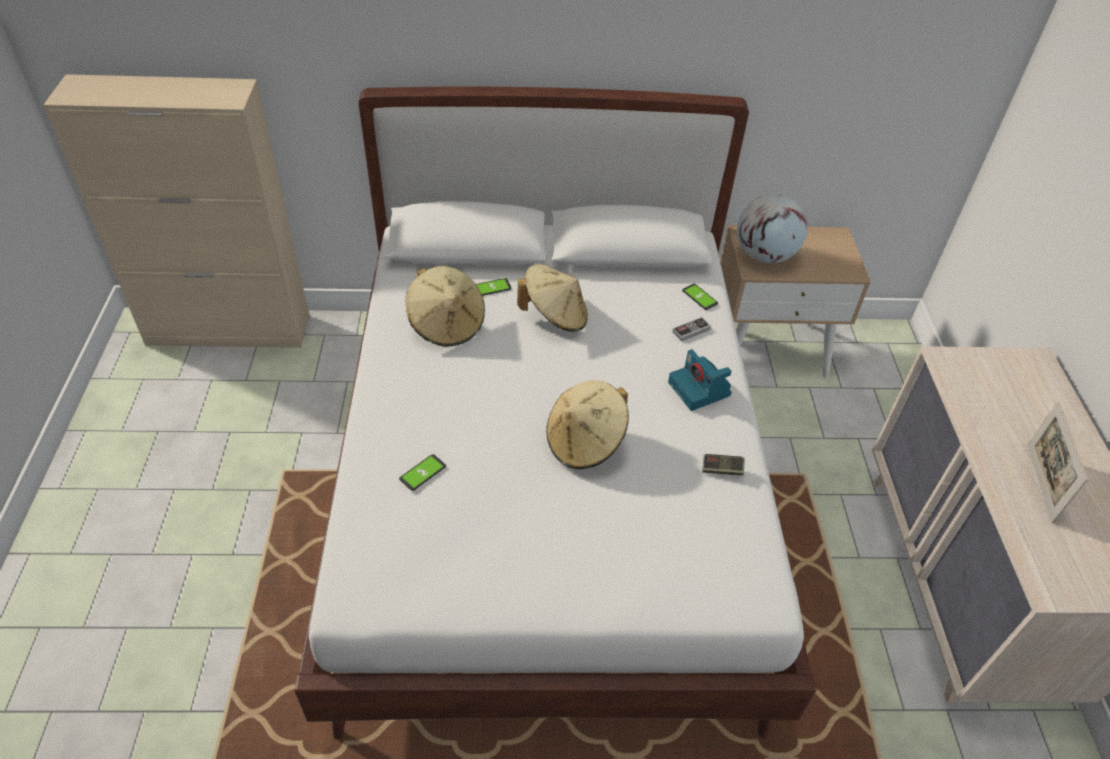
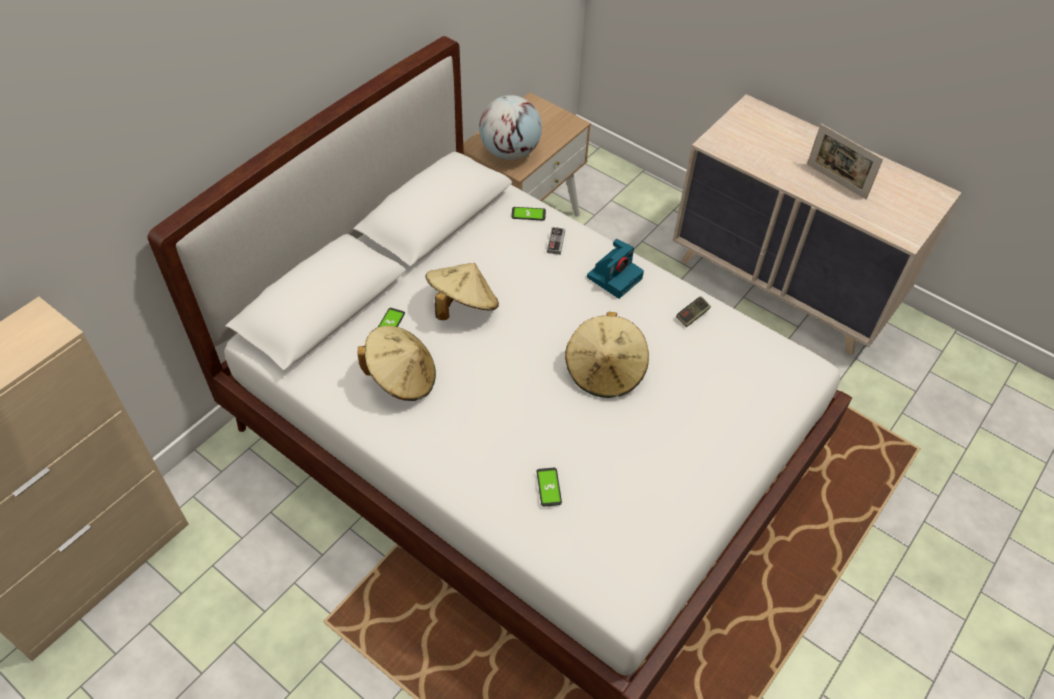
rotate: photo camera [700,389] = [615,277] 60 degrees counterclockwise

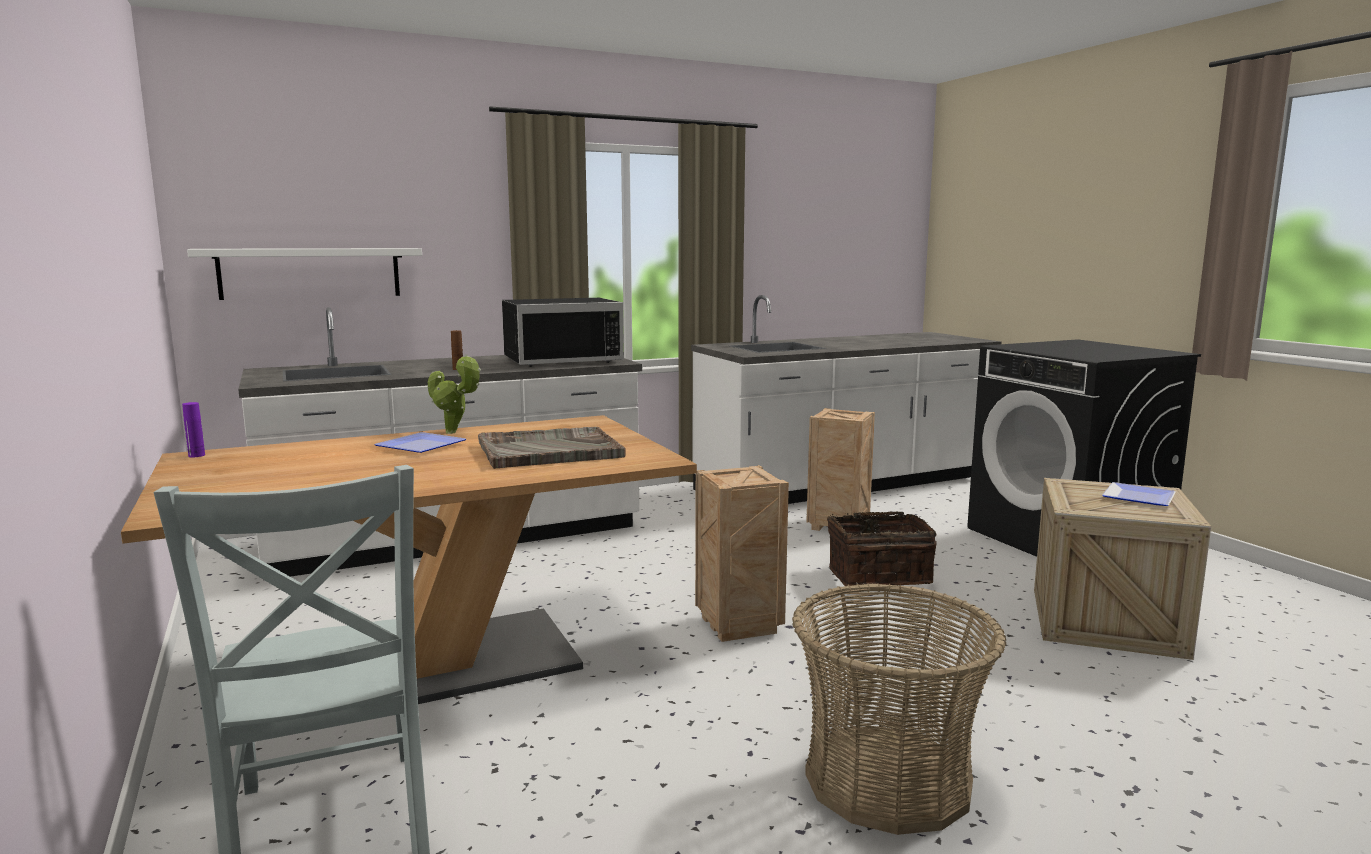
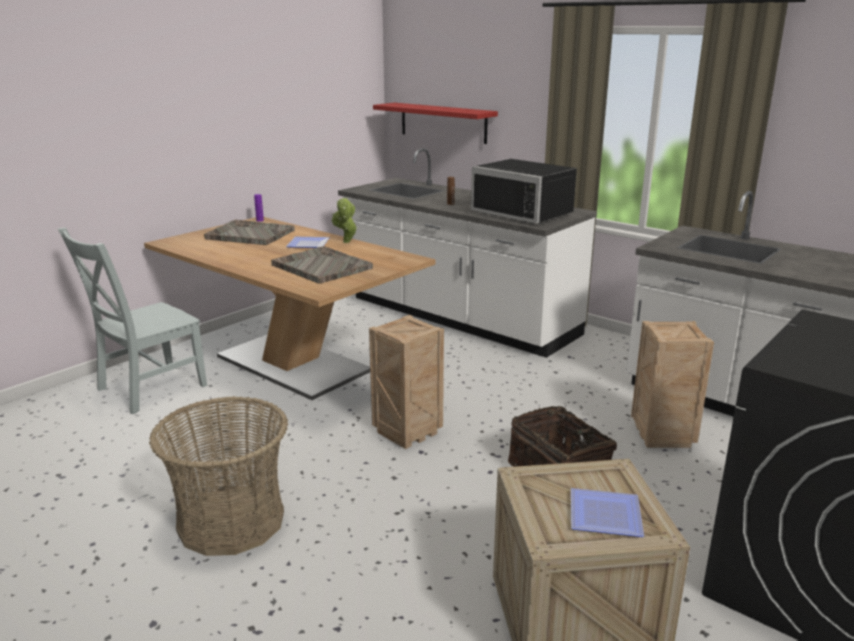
insert: grey tray [249,234]
recolor: white shelf [310,273] to red shelf [443,122]

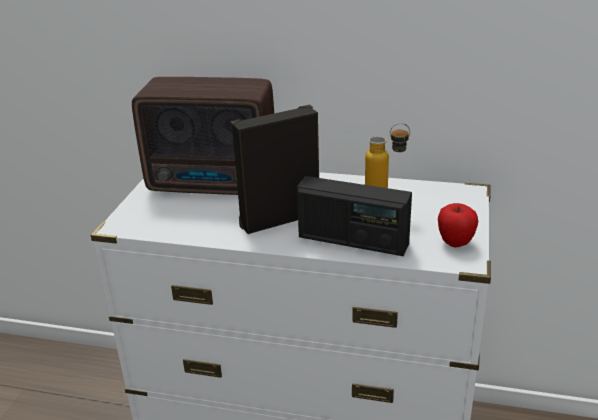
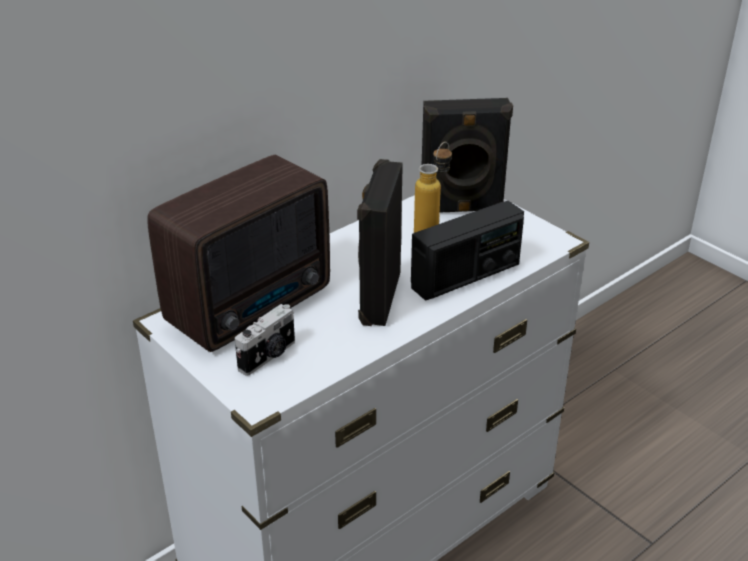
delete: apple [455,243]
insert: photo camera [269,356]; black speaker [461,209]

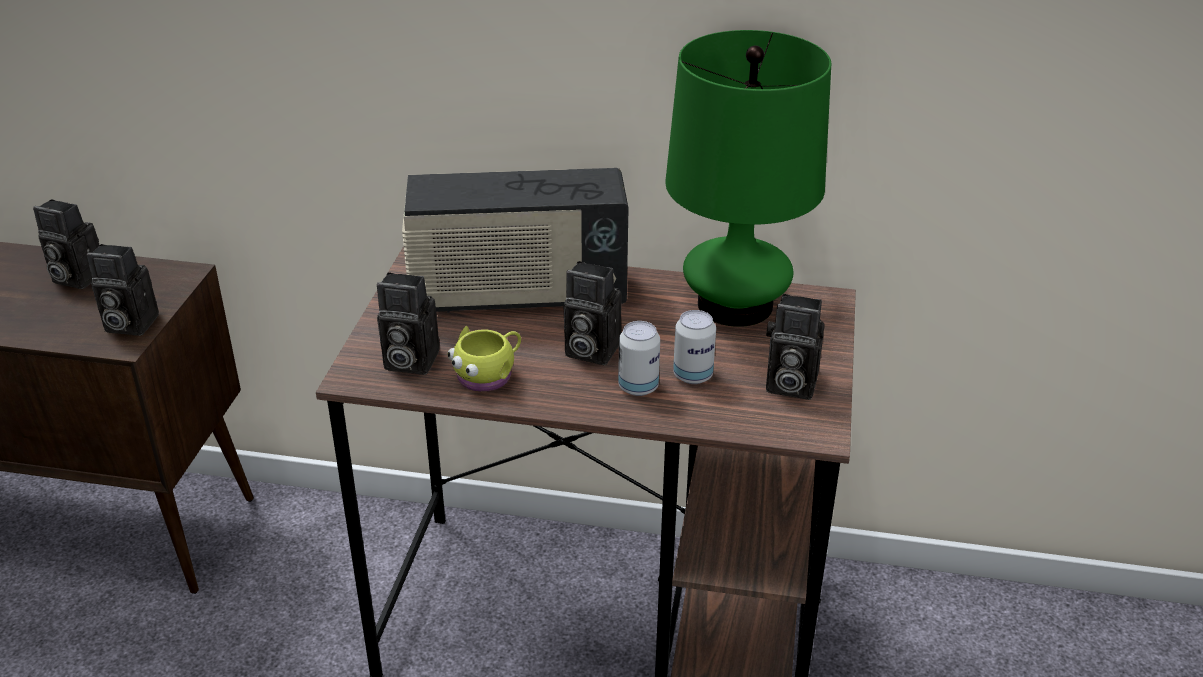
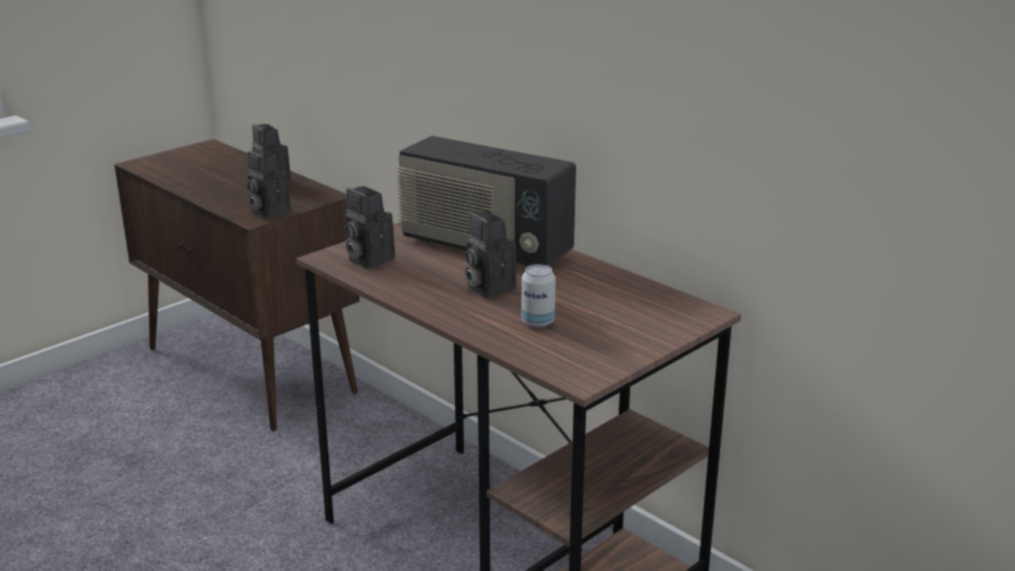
delete: yellow mug [488,375]; can [638,387]; green table lamp [735,305]; photo camera [788,384]

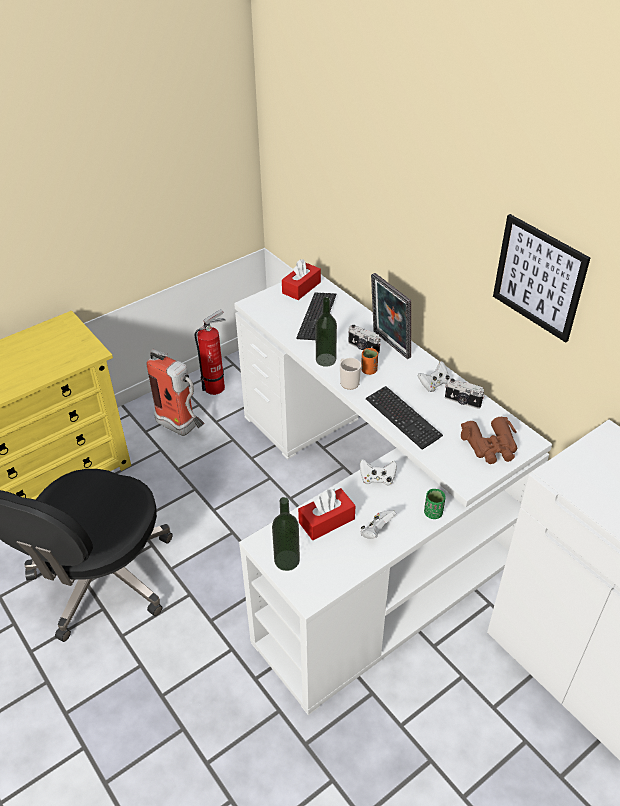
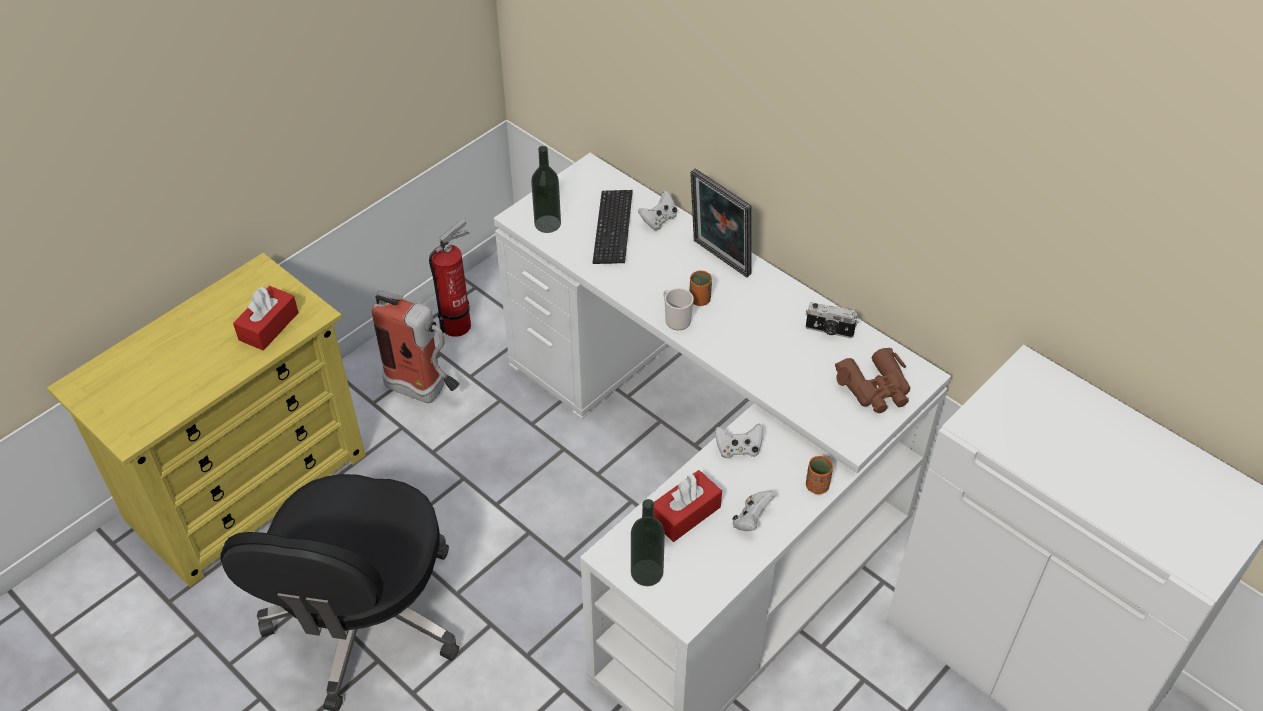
delete: photo camera [363,348]; keyboard [403,418]; picture [539,277]
move: red tissue box [301,287] to [268,326]; bottle [326,360] to [547,224]; white game controller [433,384] to [659,220]
recolor: green cup [433,513] to orange cup [817,486]

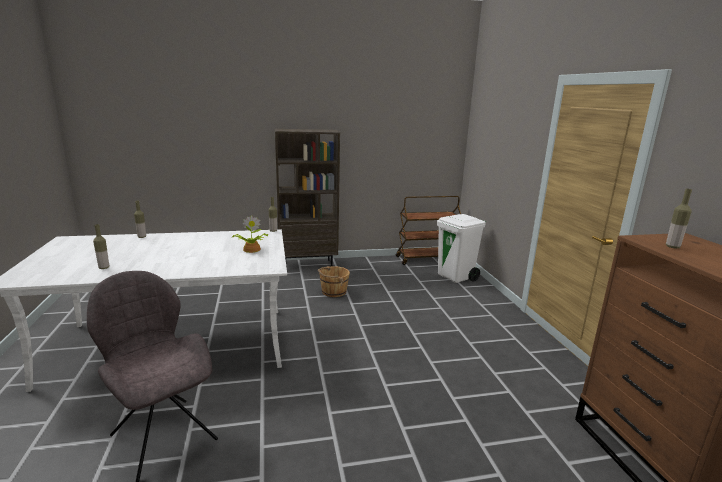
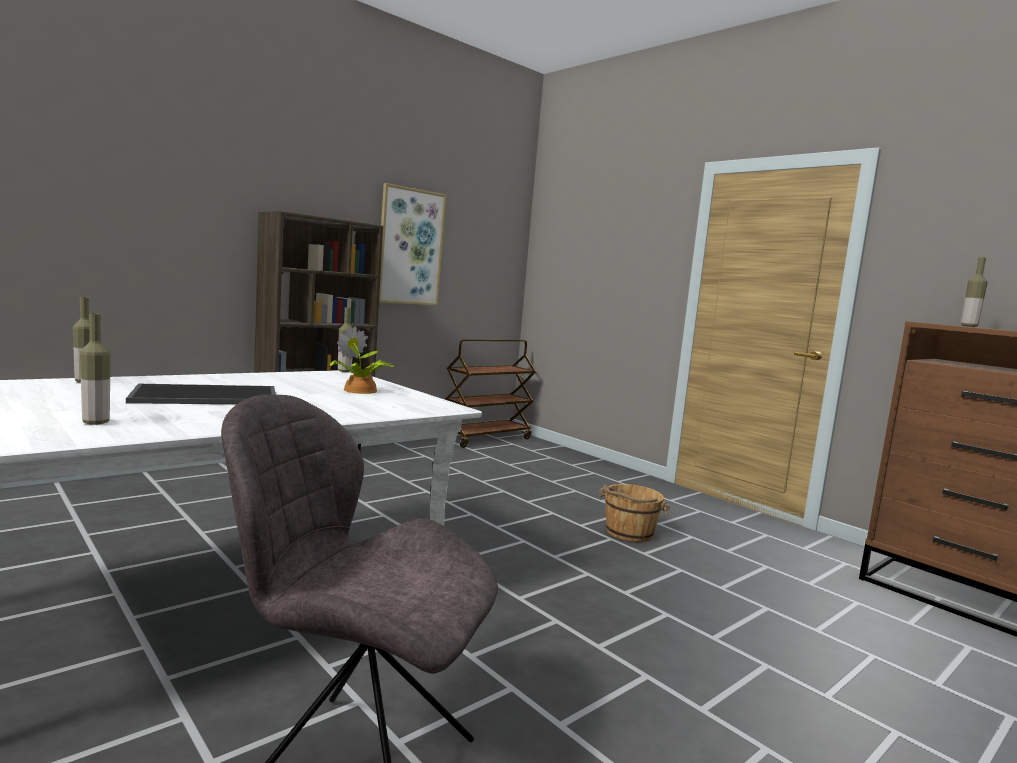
delete: white trash can [456,277]
insert: tray [204,396]; picture [410,247]
move: brown bucket [333,292] to [629,533]

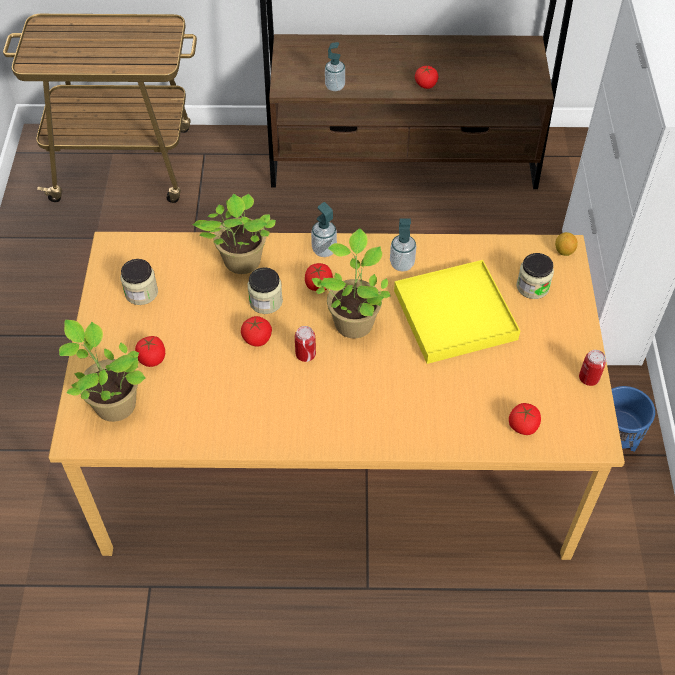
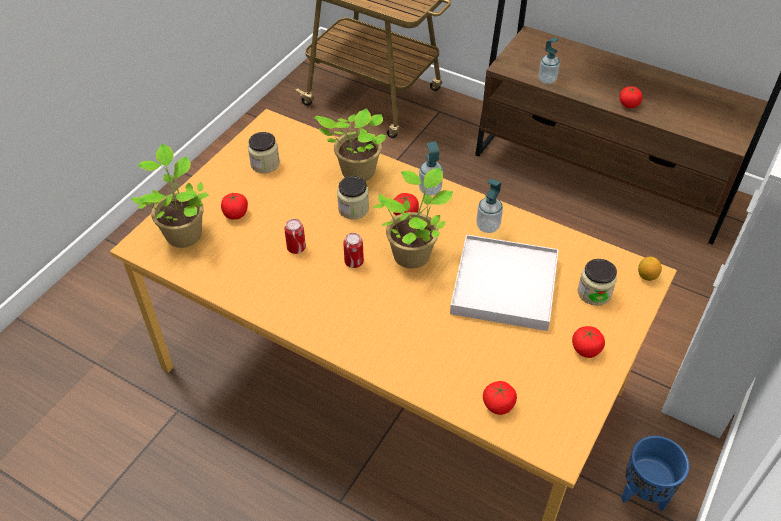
move: can [588,378] to [296,248]; tomato [257,338] to [586,349]
recolor: yellow tray [455,315] to white tray [504,286]

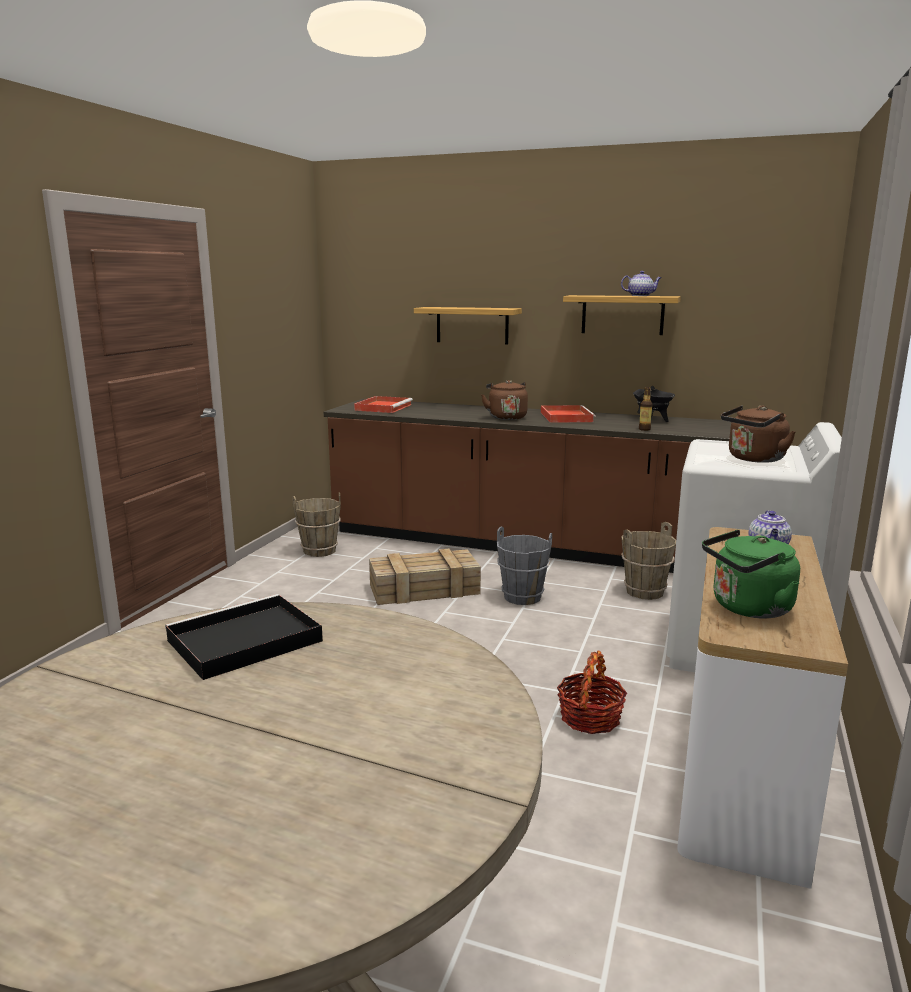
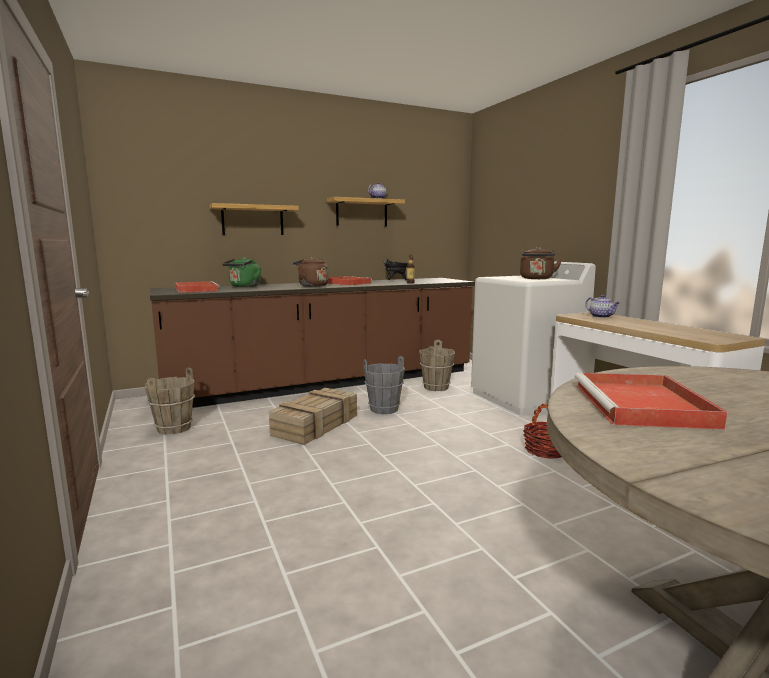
move: green kettle [747,608] to [244,286]
recolor: black tray [242,642] to red tray [643,406]

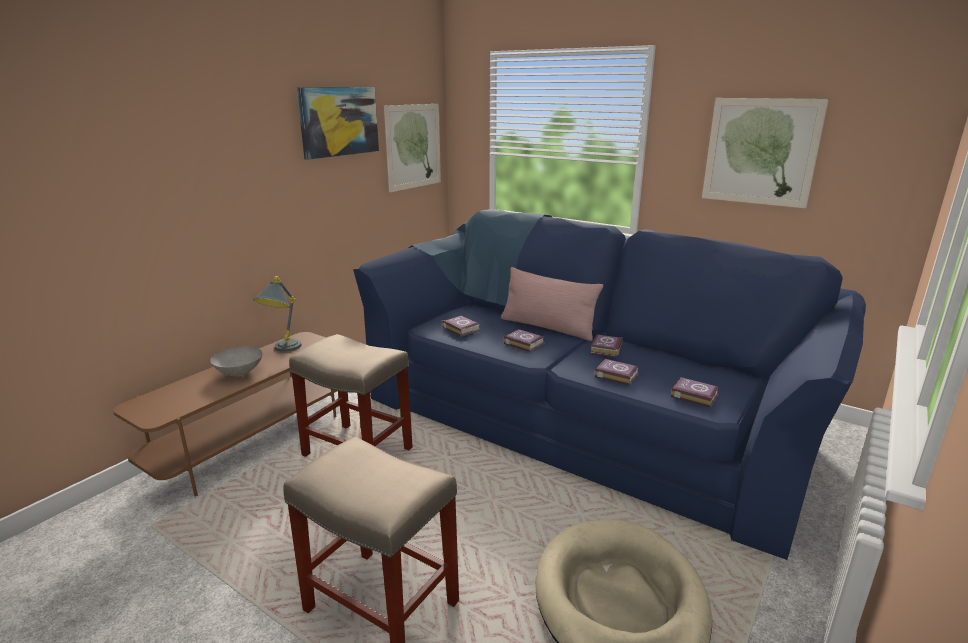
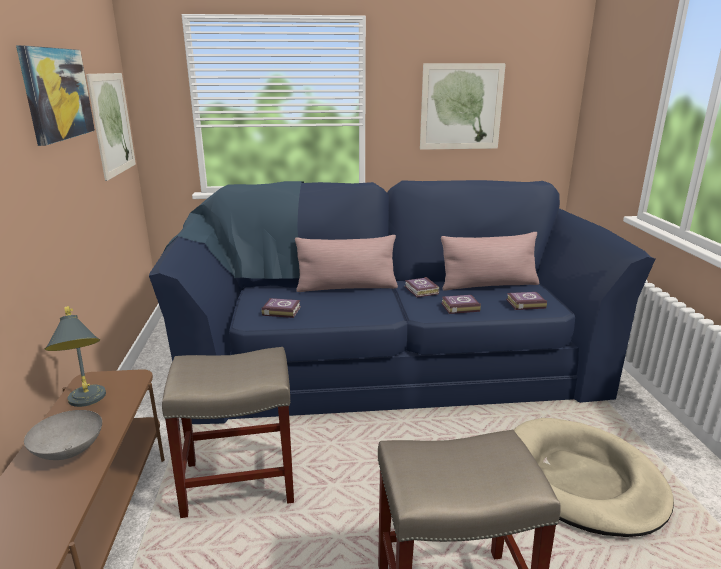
delete: book [523,343]
insert: pink pillow [488,285]

